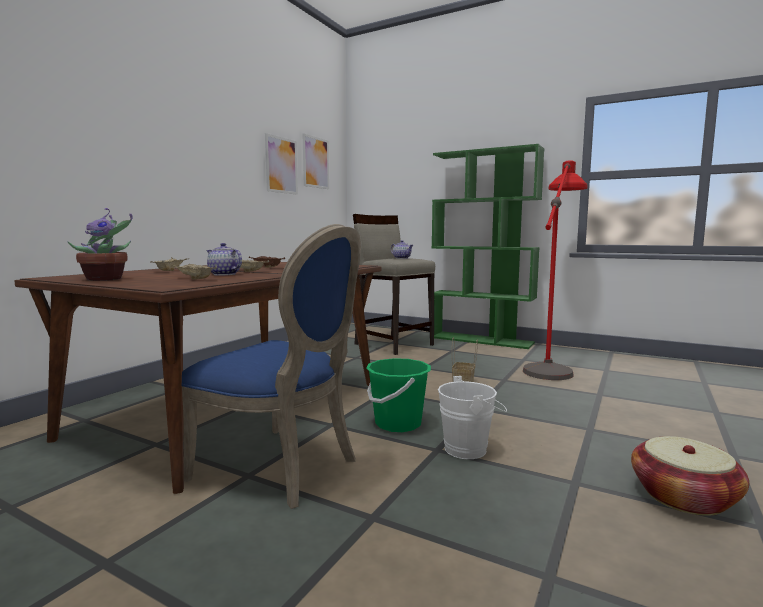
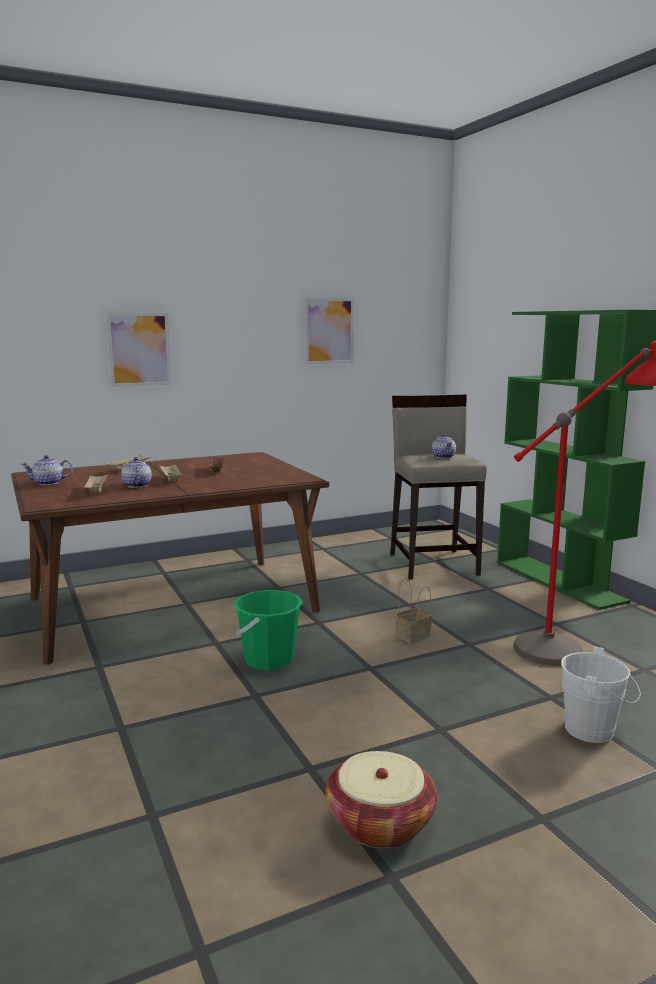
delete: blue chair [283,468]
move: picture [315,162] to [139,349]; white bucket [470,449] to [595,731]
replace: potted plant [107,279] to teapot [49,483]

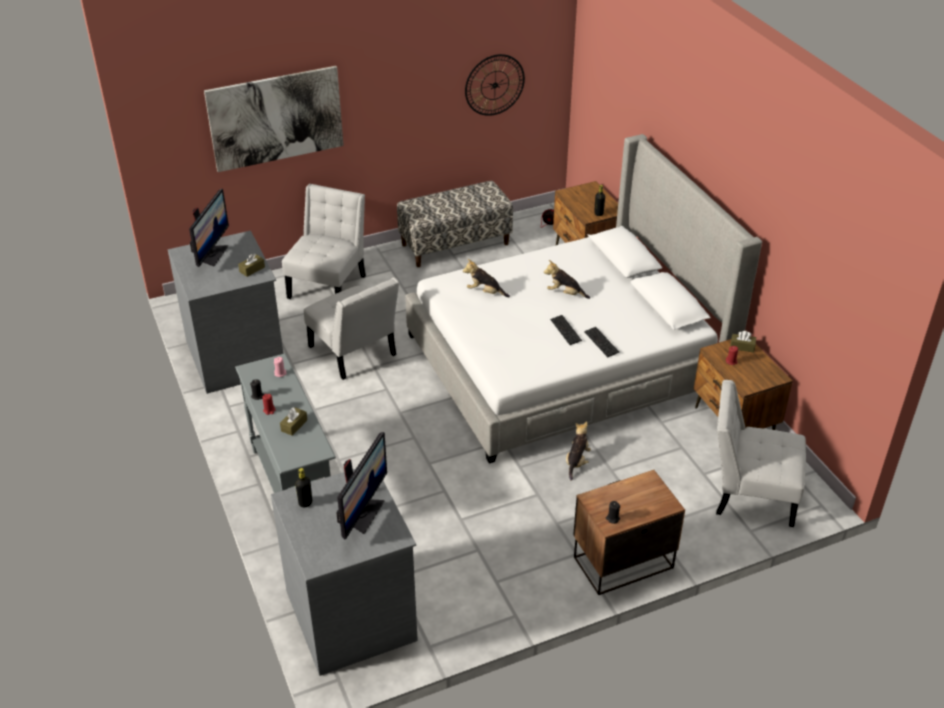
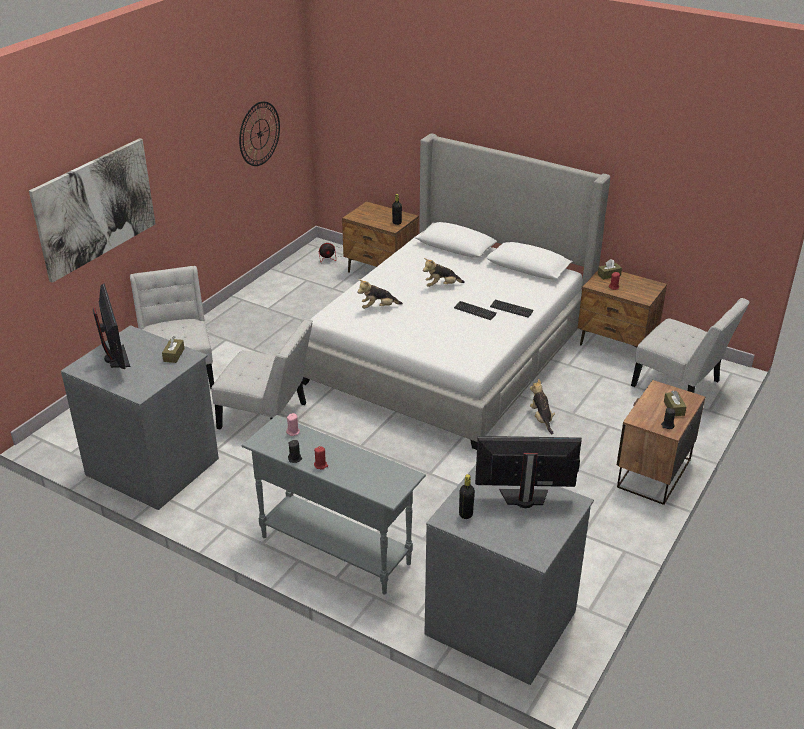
delete: bench [455,244]
move: brown tissue box [294,425] to [674,408]
rotate: monitor [363,514] = [524,498] 75 degrees counterclockwise; white chair [749,493] = [680,386] 120 degrees counterclockwise

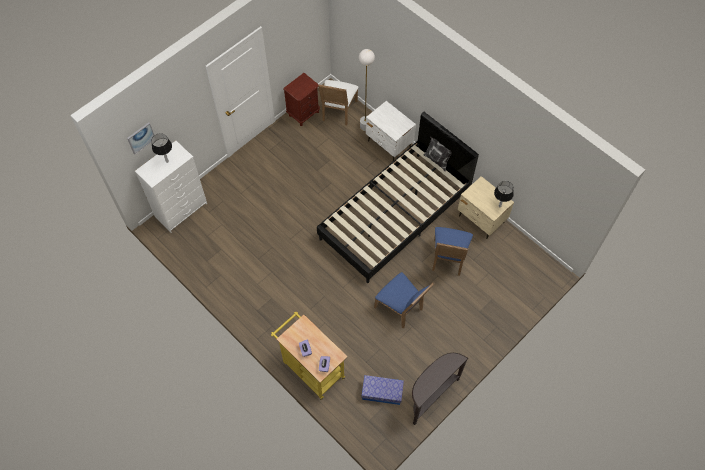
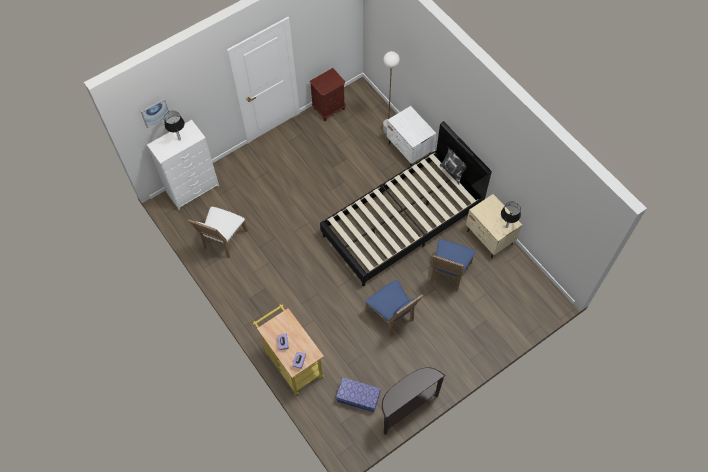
move: white chair [338,112] to [223,241]

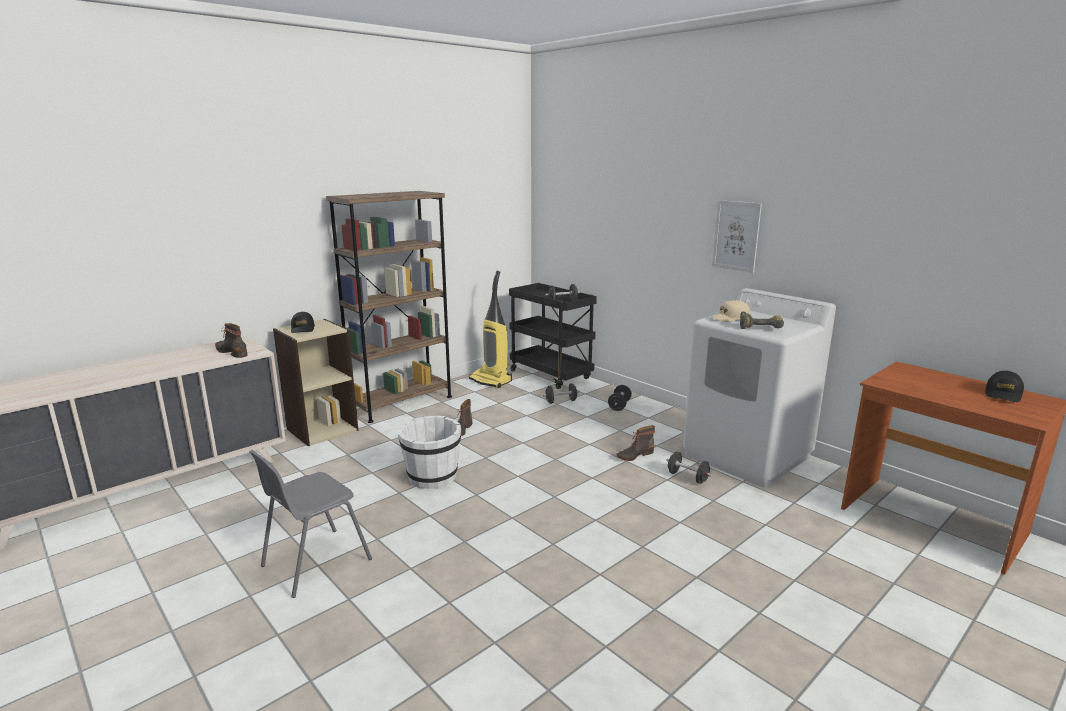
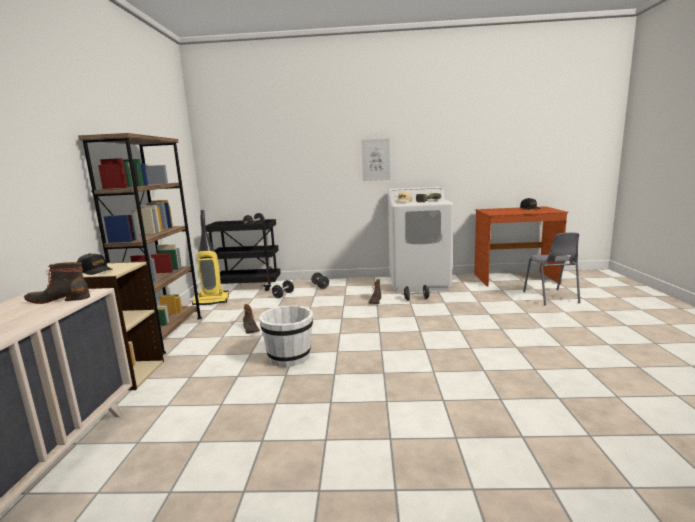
move: grey chair [314,562] to [550,297]

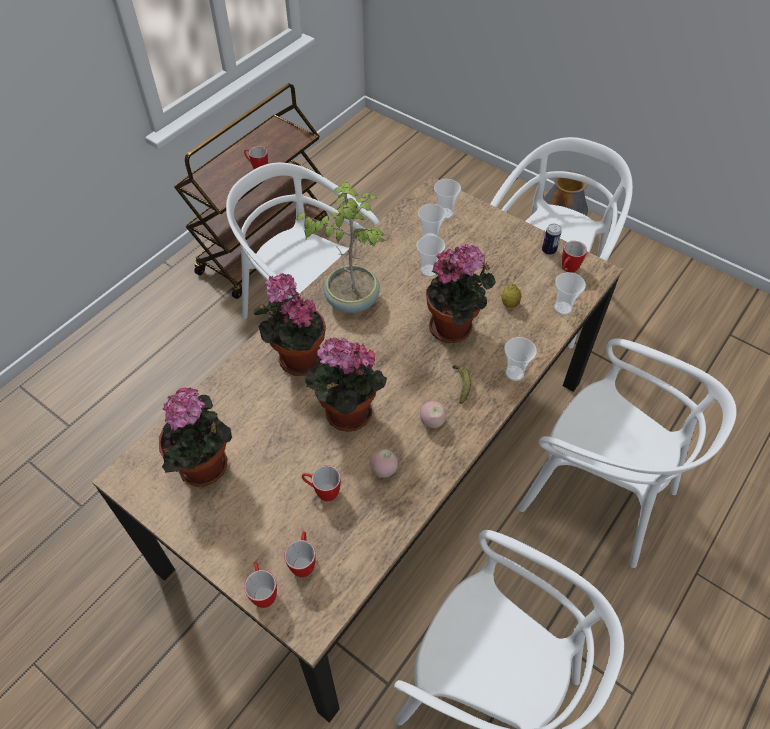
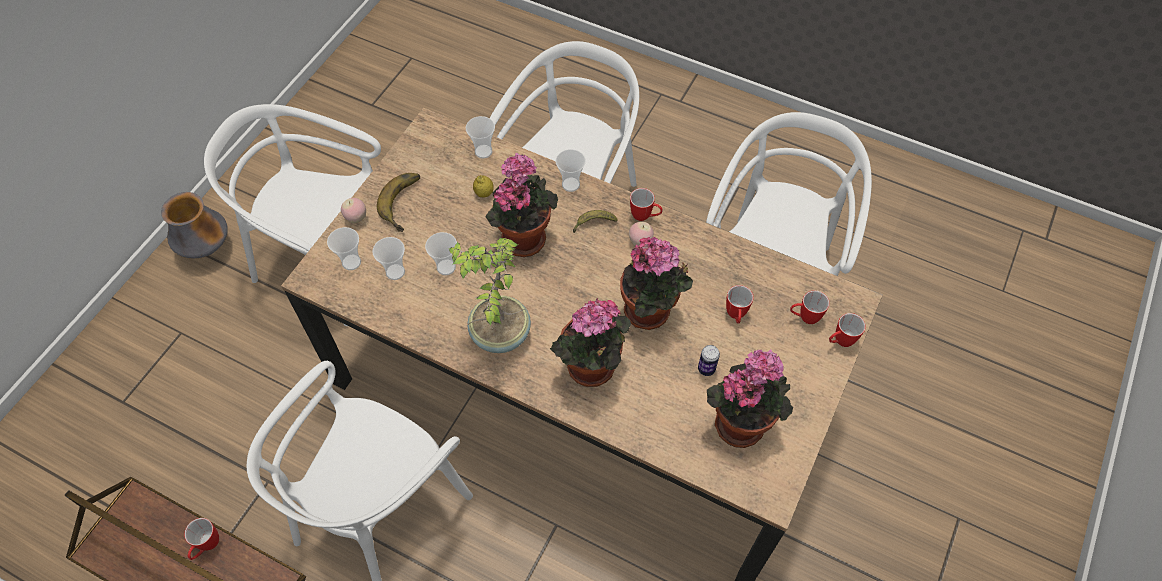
insert: banana [406,203]
move: apple [384,470] to [356,218]; mug [567,270] to [645,216]; can [548,251] to [706,369]

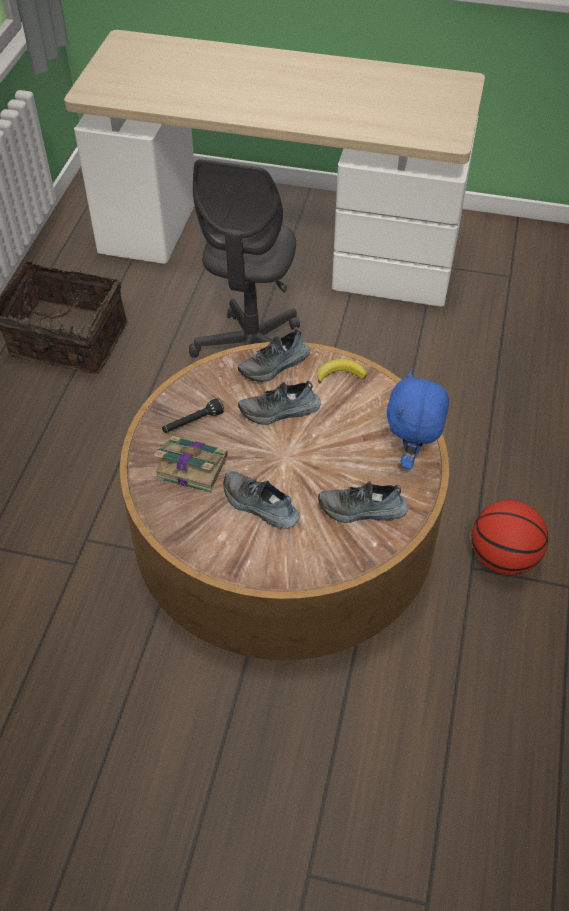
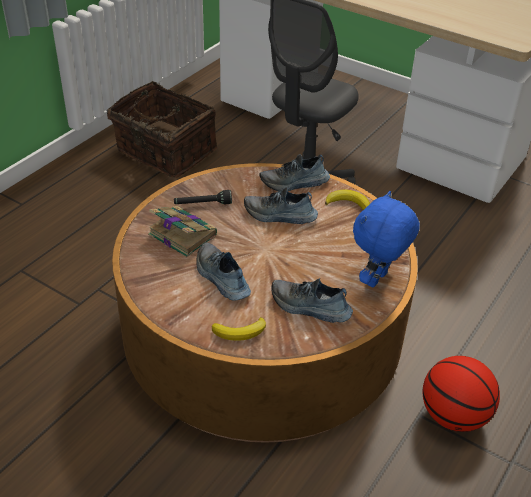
insert: banana [240,332]

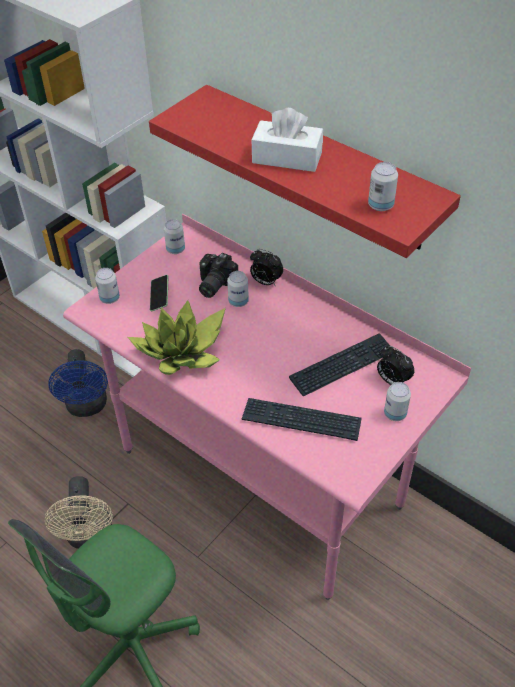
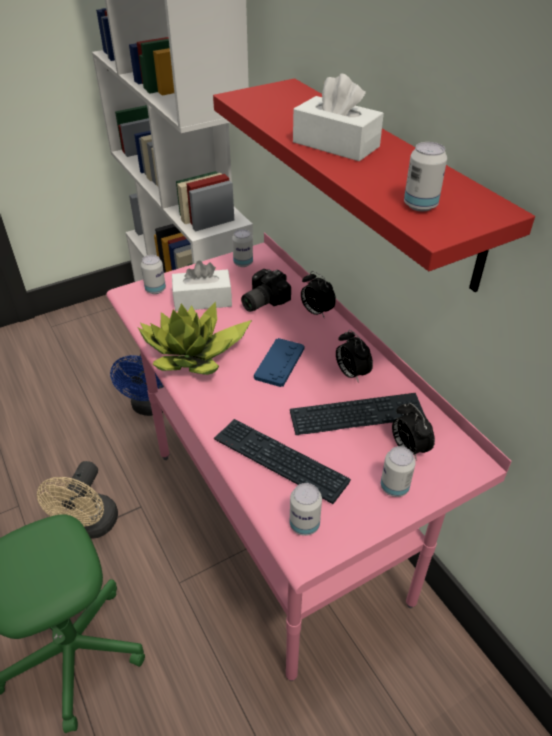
insert: blue game controller [279,363]; alarm clock [351,373]
move: can [238,301] to [304,524]
replace: phone [159,297] to white tissue box [202,300]

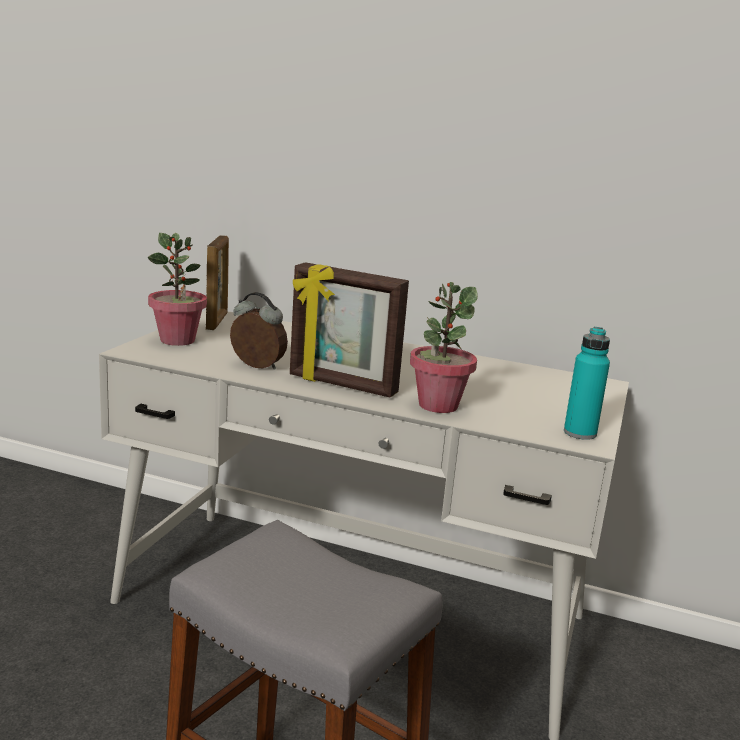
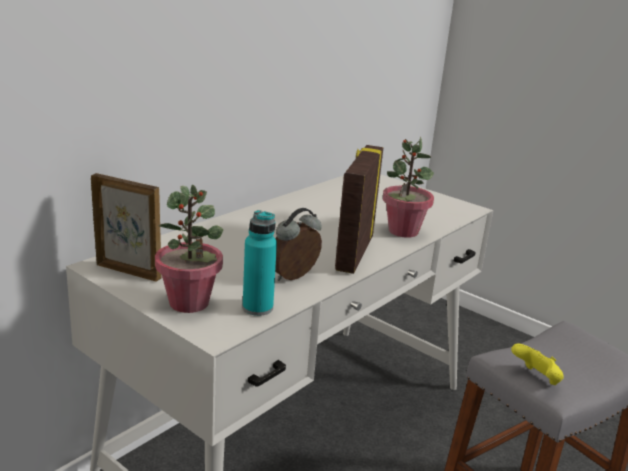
insert: yellow game controller [536,378]
move: turquoise bottle [580,433] to [257,308]
rotate: picture frame [342,385] = [353,253] 150 degrees clockwise

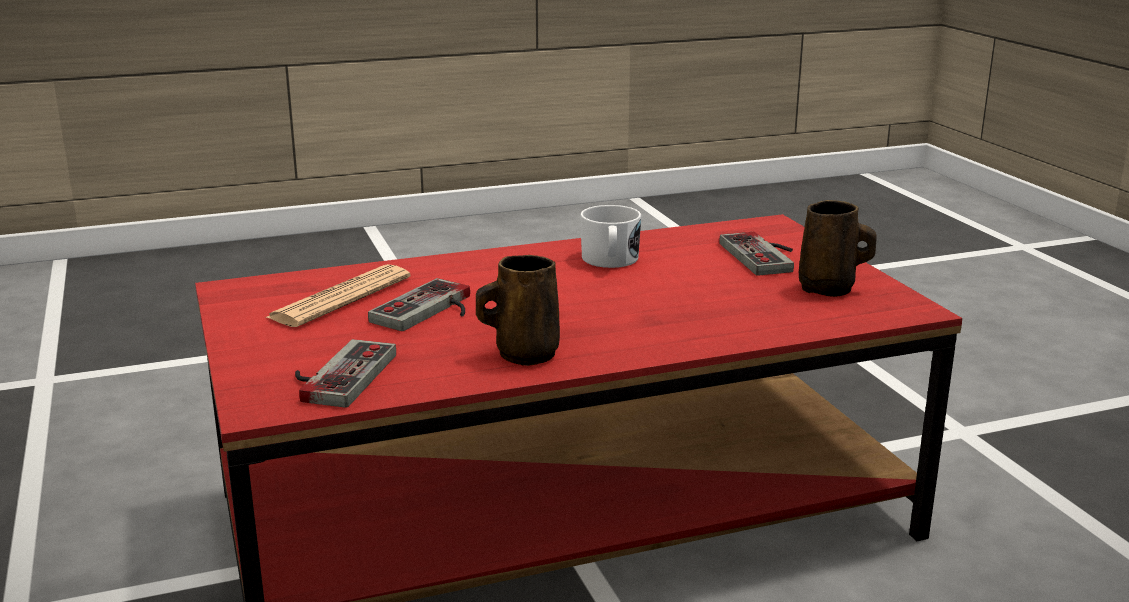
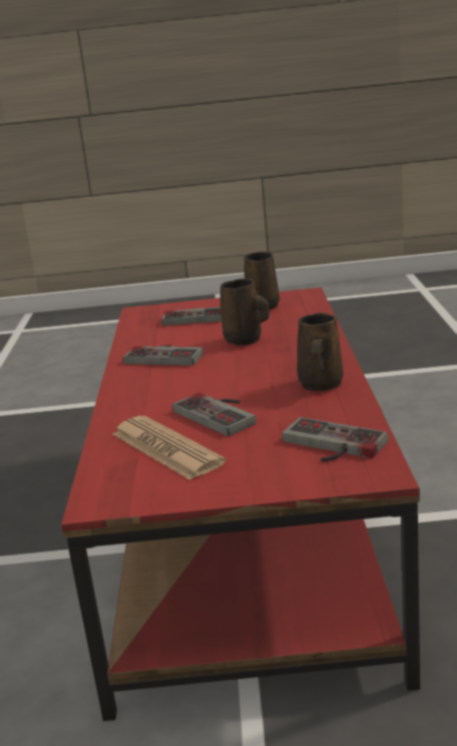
insert: brown mug [245,340]
replace: white mug [610,261] to game controller [167,355]

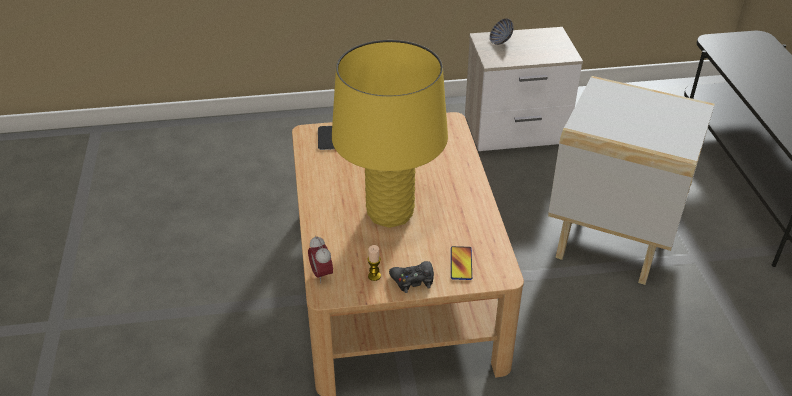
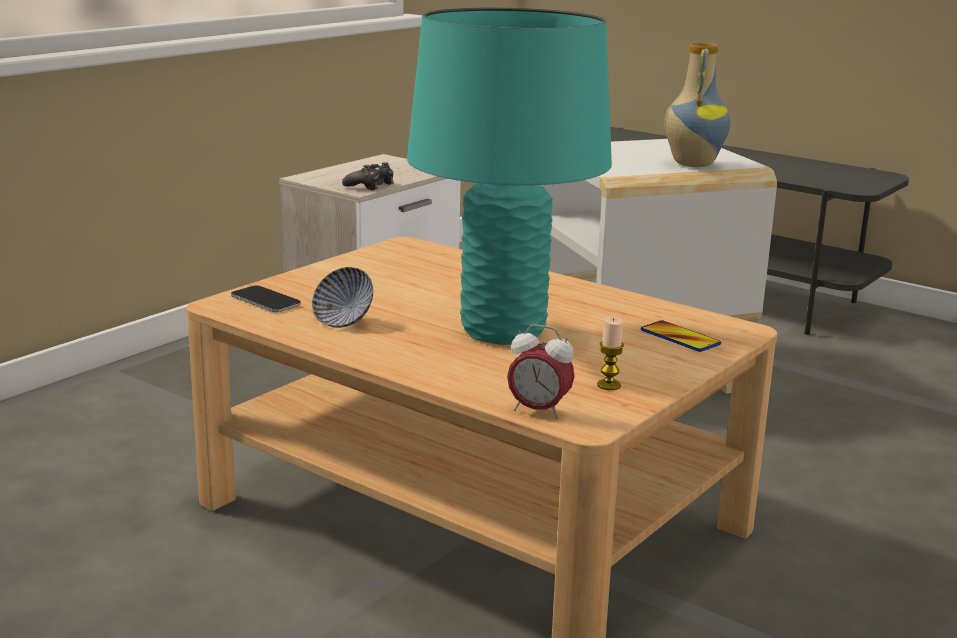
insert: vase [691,164]
move: bowl [500,41] to [343,321]; black game controller [413,280] to [370,185]
recolor: yellow table lamp [389,213] to turquoise table lamp [502,331]

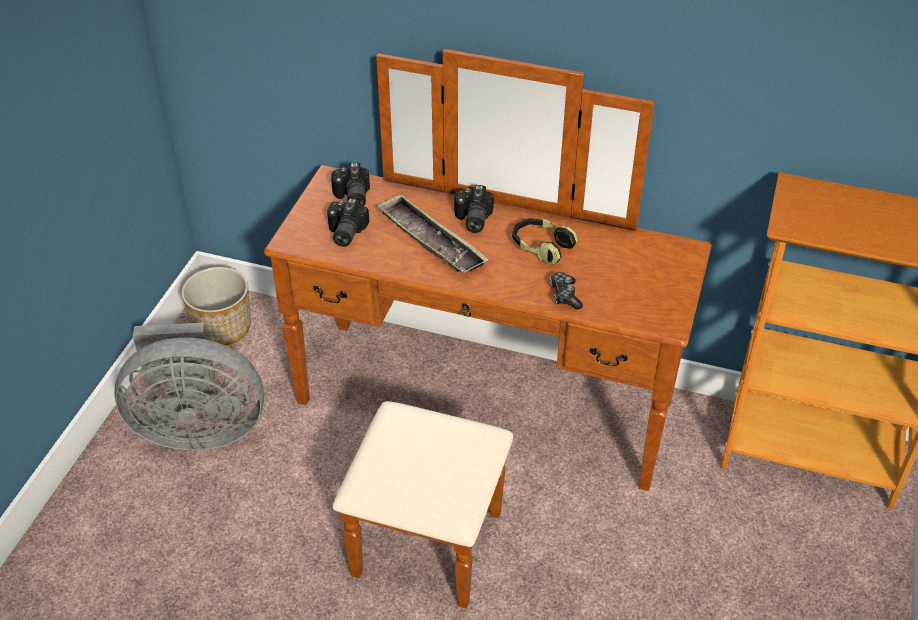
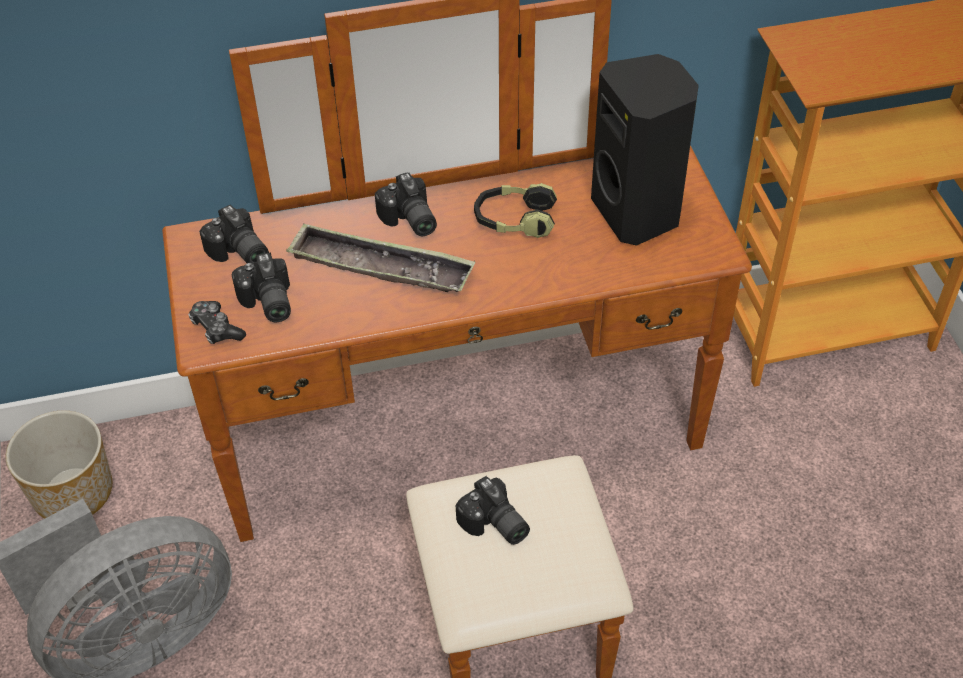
insert: photo camera [494,525]; black speaker [638,213]
move: game controller [565,295] to [216,328]

